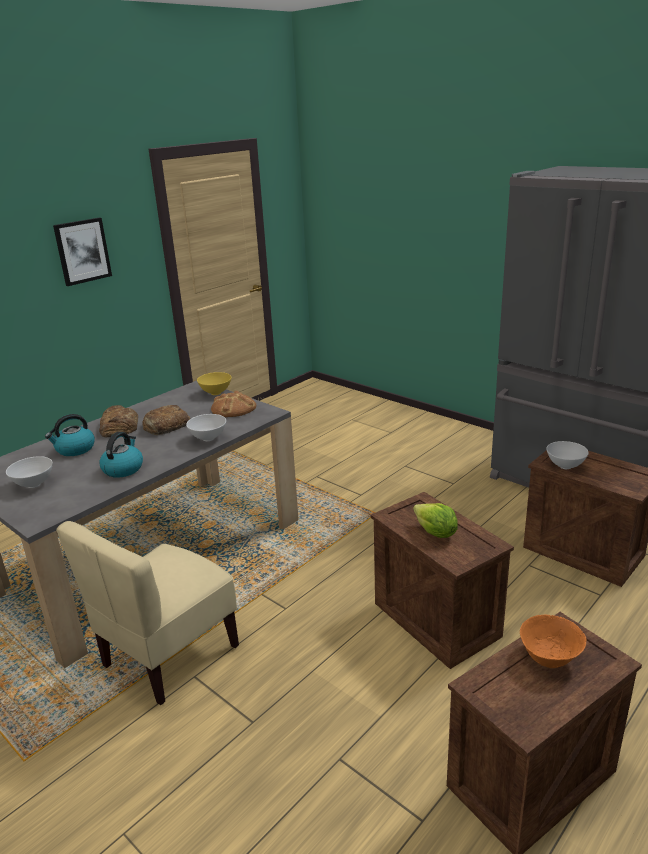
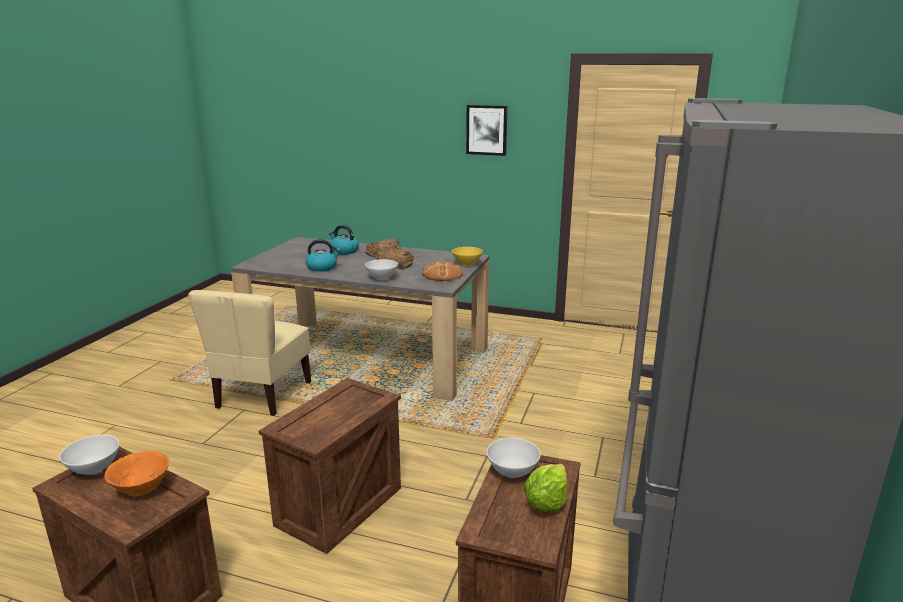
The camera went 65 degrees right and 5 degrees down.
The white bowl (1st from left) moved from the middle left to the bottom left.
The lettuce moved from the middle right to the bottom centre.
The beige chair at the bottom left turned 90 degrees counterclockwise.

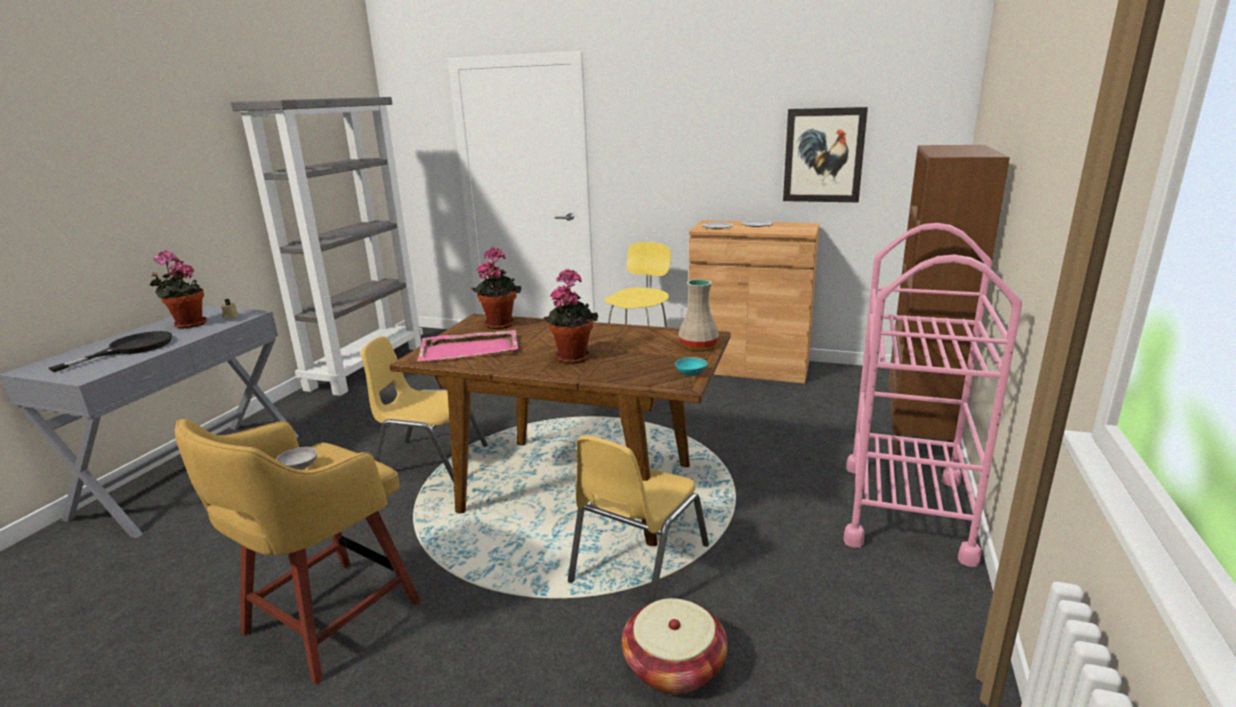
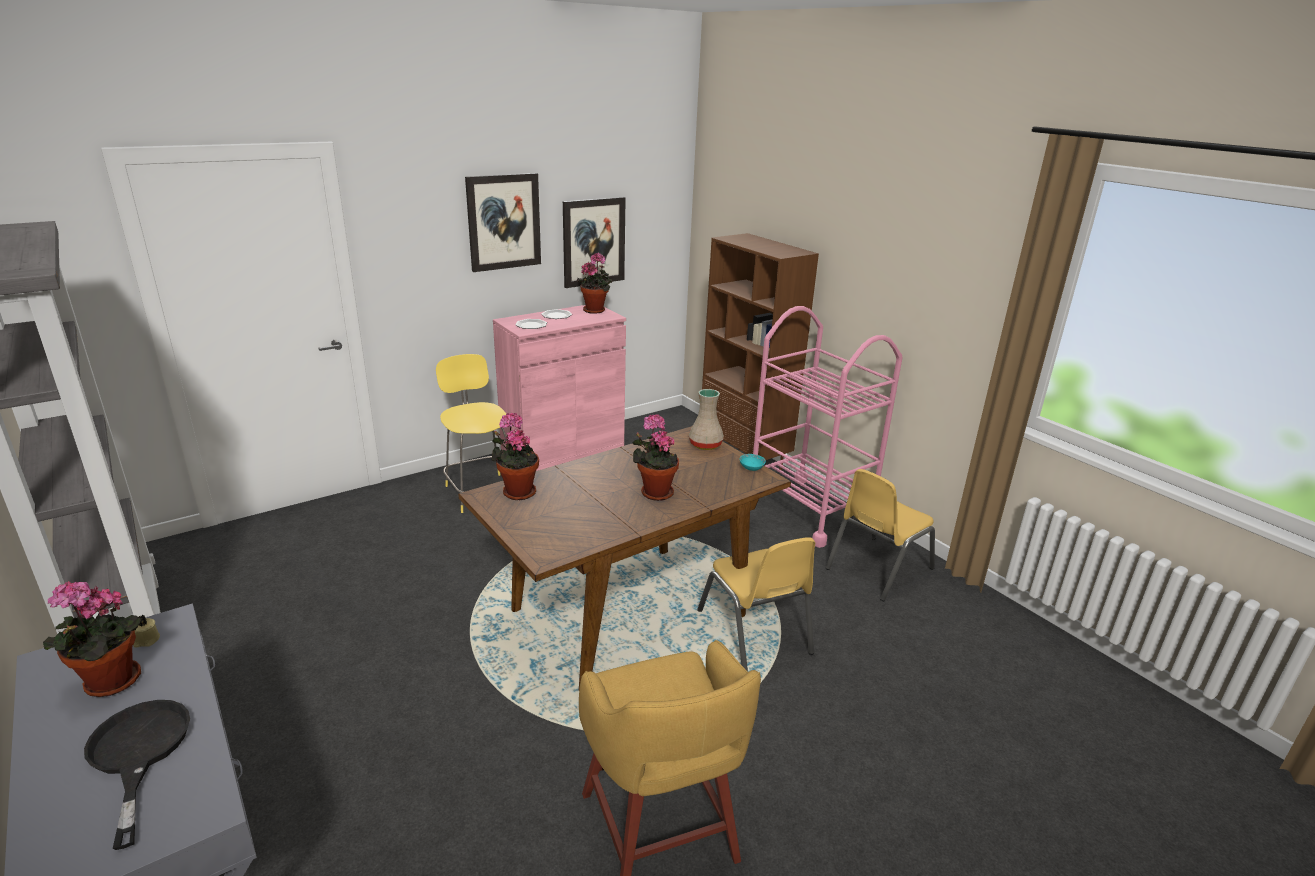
The camera went 55 degrees left and 5 degrees up.
The grey bowl at the middle left disappeared.
The pink tray at the centre disappeared.
The basket at the bottom centre disappeared.
The picture (1st from left) at the top centre appeared.
The potted plant (3rd from left) at the top centre appeared.
The yellow chair (1st from left in the first image) moved from the centre to the middle right.
The brown cabinet at the centre became the pink cabinet at the centre.

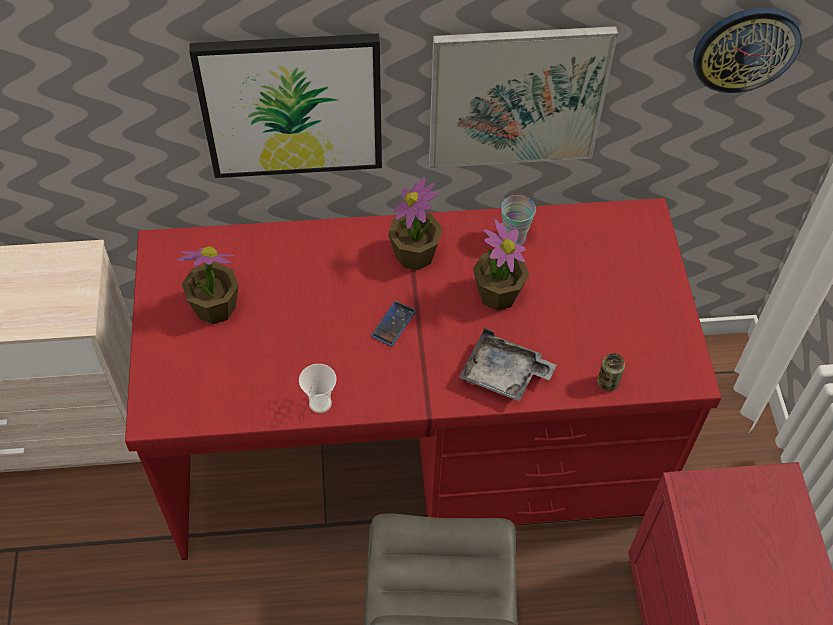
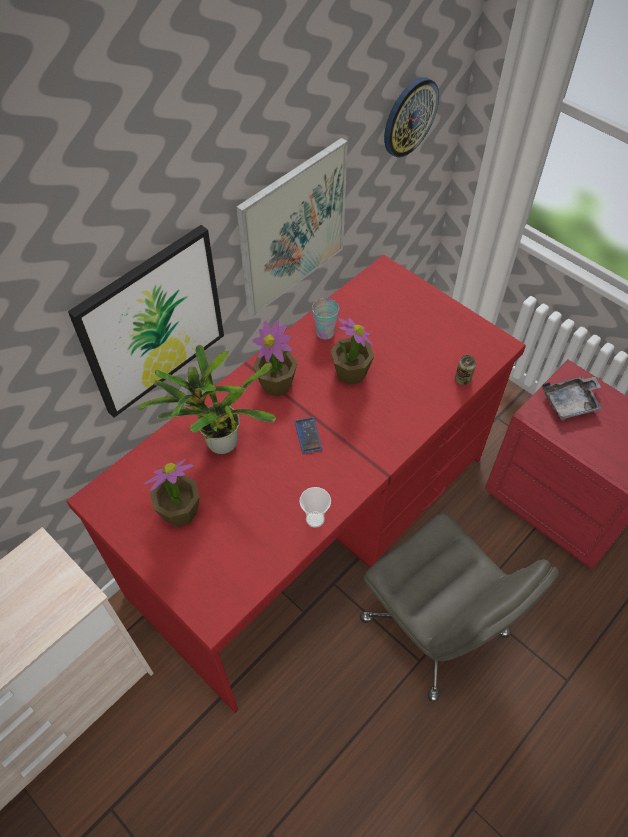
The camera went 40 degrees left and 0 degrees up.
The potted plant (2nd from left) at the middle left appeared.
The grey tray moved from the centre to the middle right.

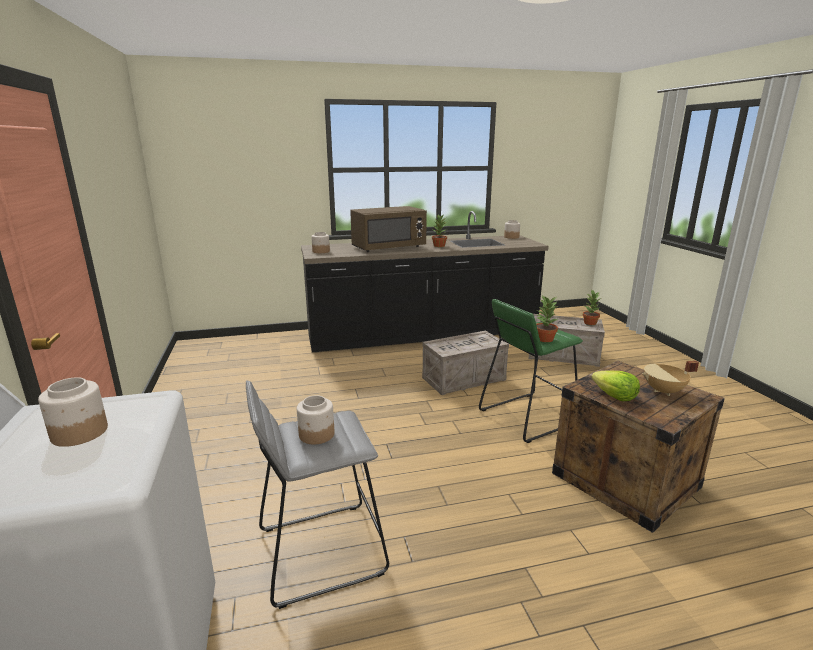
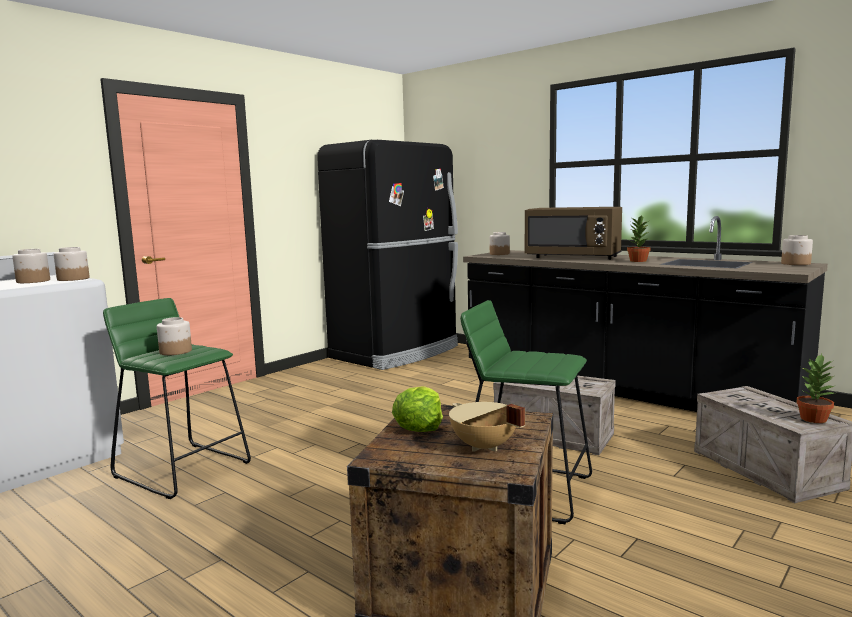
The camera went 55 degrees right and 10 degrees down.
The potted plant (2nd from left) at the middle right disappeared.
The jar (2nd from left) at the middle left appeared.
The black fridge at the centre appeared.
The grey stool at the bottom centre became the green stool (1st from left) at the middle left.

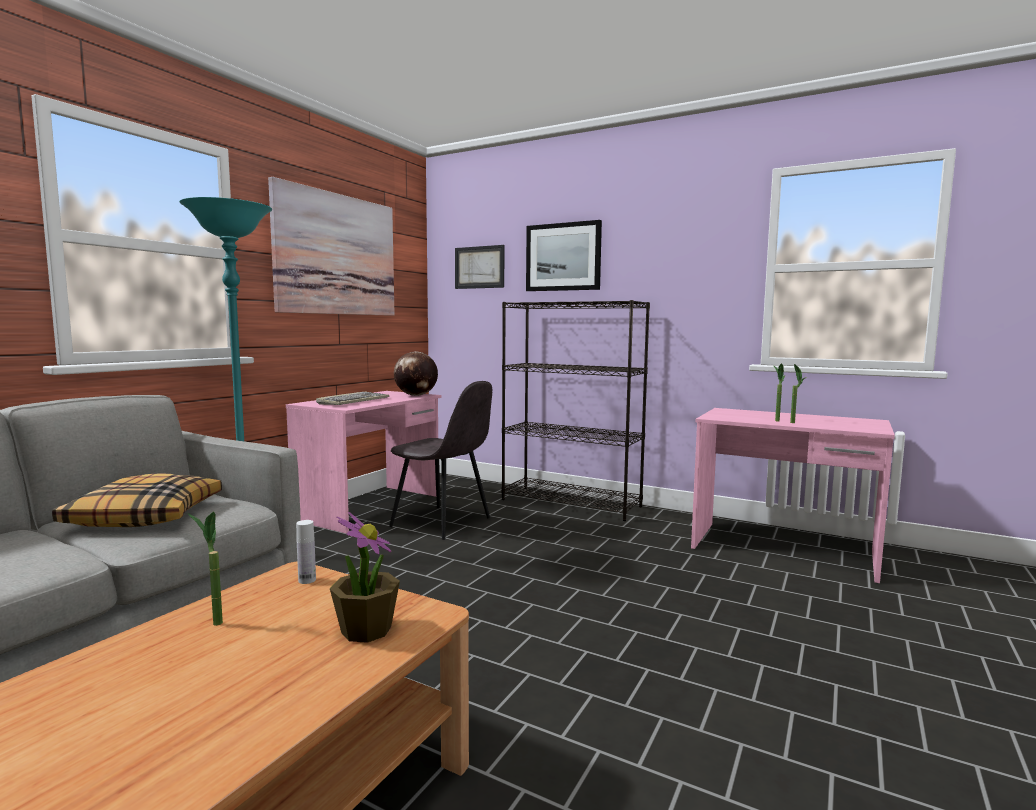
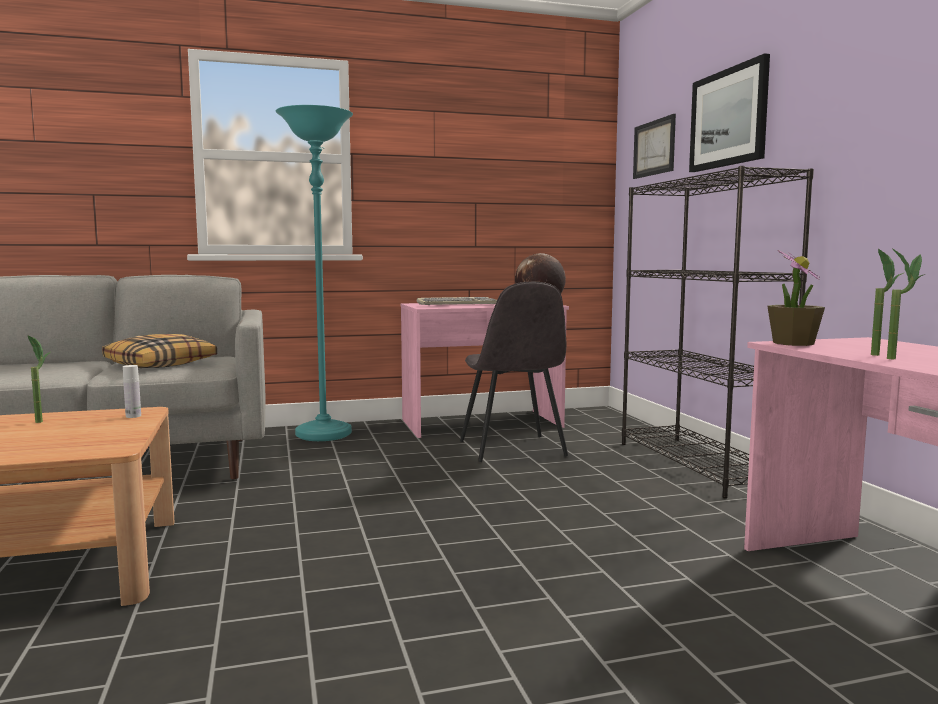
The camera went 45 degrees right and 0 degrees up.
The picture (1st from left) at the top left disappeared.
The potted plant (2nd from left) moved from the bottom centre to the middle right.

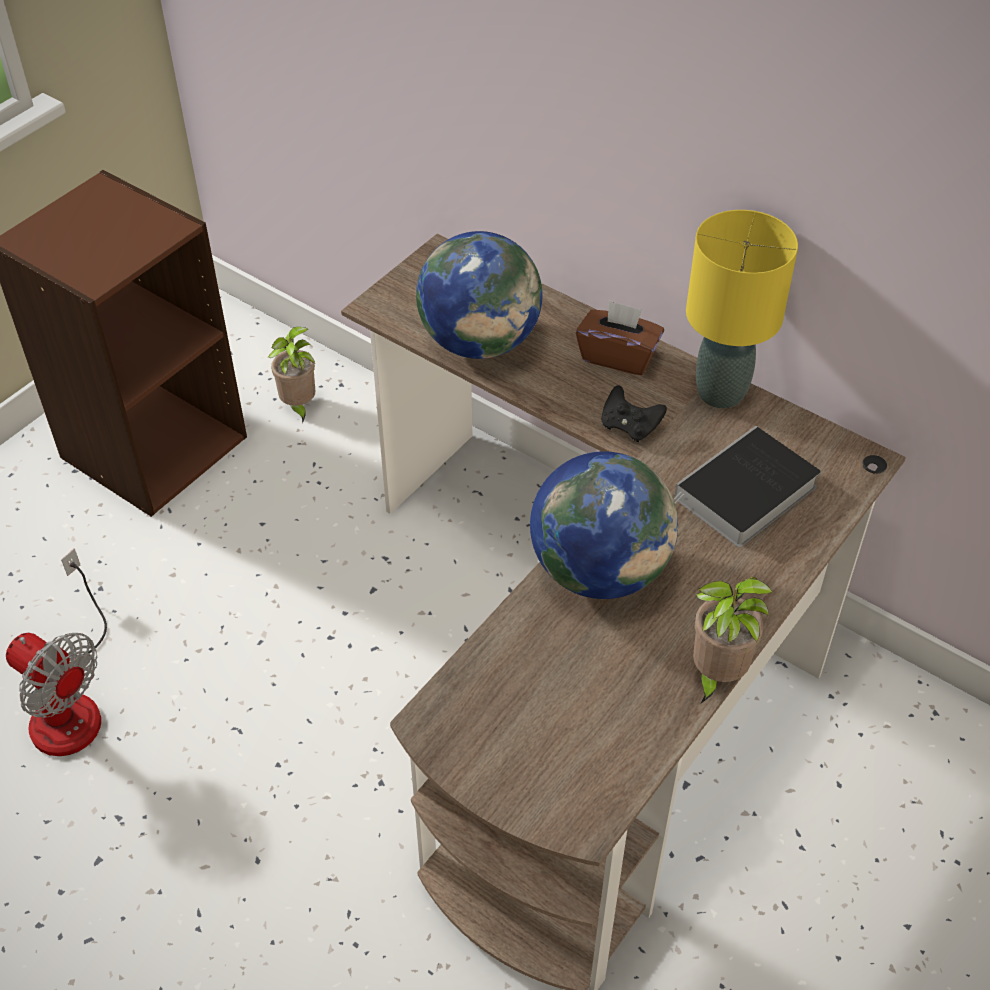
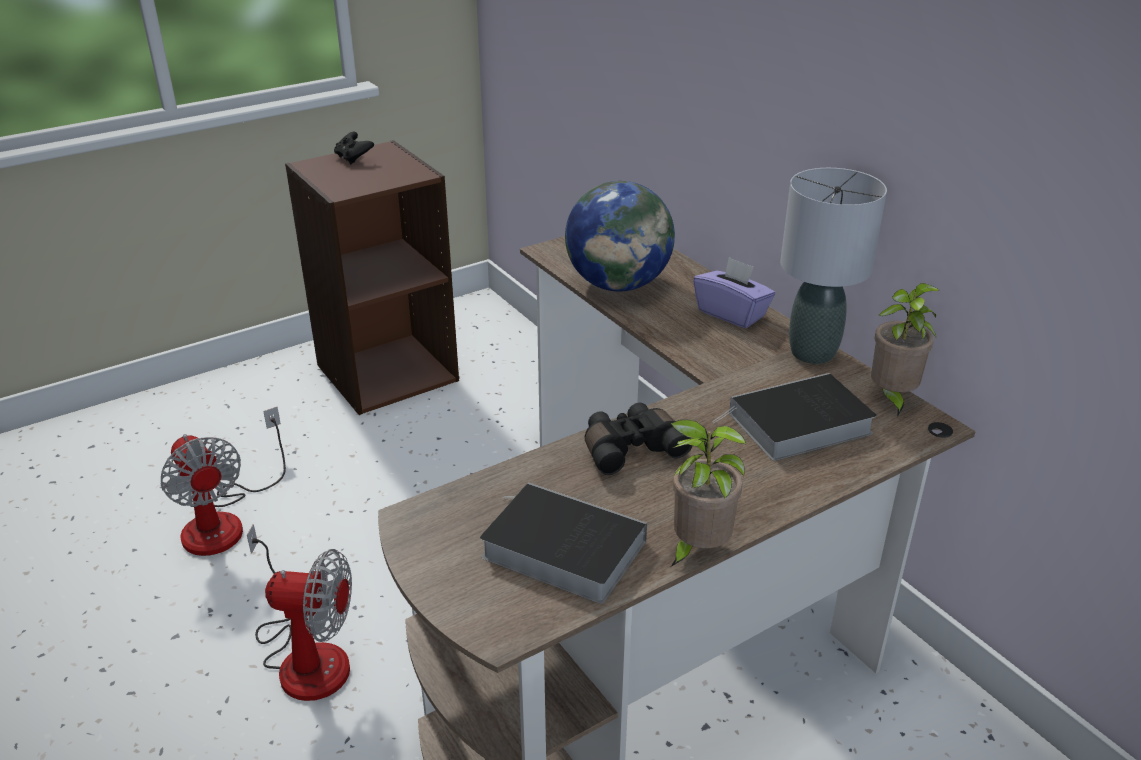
The camera went 20 degrees right and 15 degrees down.
The fan (2nd from left) at the bottom left appeared.
The book (1st from left) at the bottom centre appeared.
The potted plant (1st from left in the first image) moved from the middle left to the middle right.
The black game controller moved from the centre to the top left.
The globe (2nd from left) at the centre was replaced by the black binoculars at the centre.
The brown tissue box at the centre became the purple tissue box at the centre.
The yellow table lamp at the top right became the grey table lamp at the middle right.

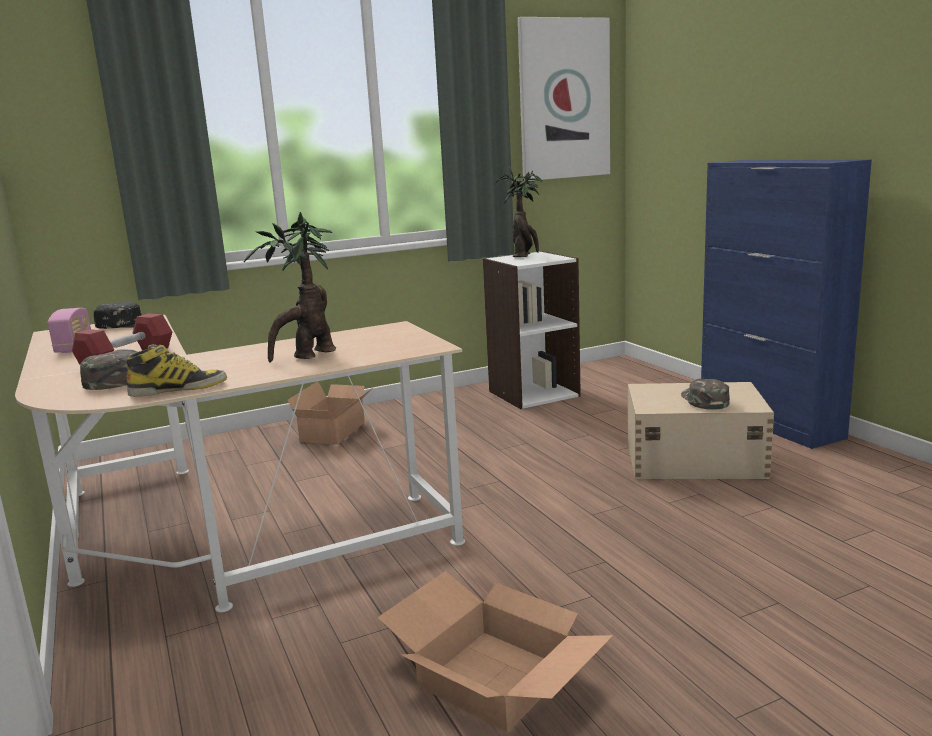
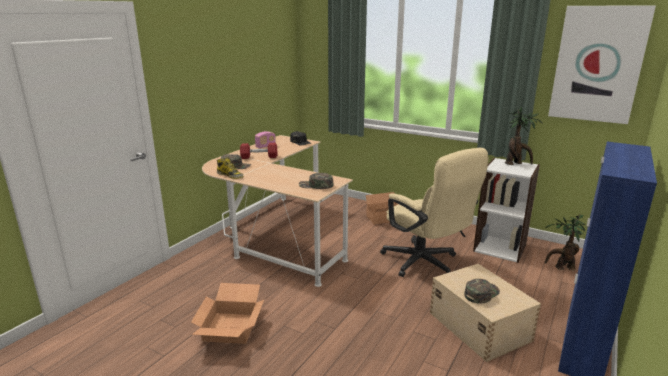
The camera went 55 degrees right and 5 degrees up.
The green cap (2nd from left) at the centre appeared.
The beige office chair at the centre appeared.
The potted plant (1st from left in the first image) moved from the middle left to the middle right.

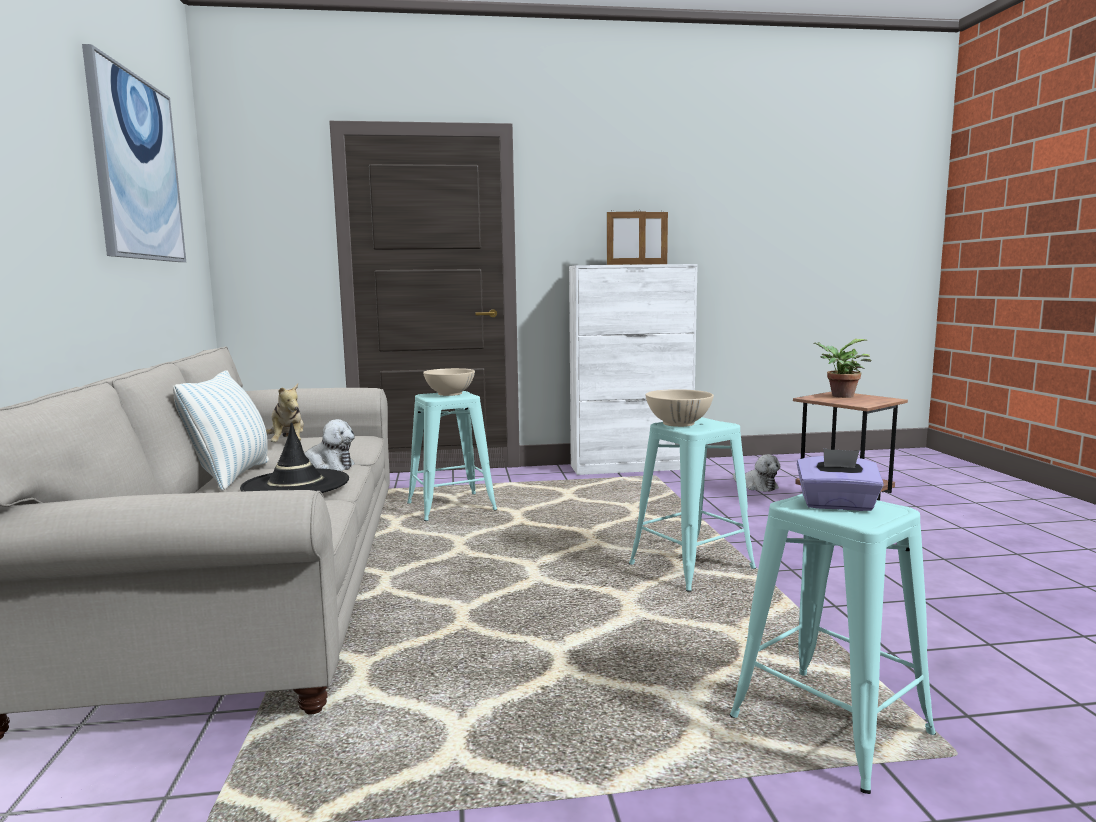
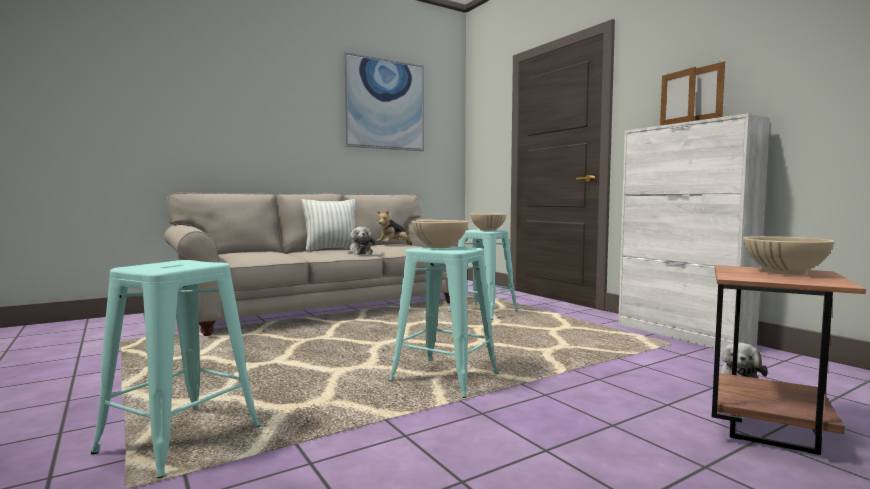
The camera went 65 degrees right and 5 degrees down.
The black hat at the middle left disappeared.
The purple tissue box at the middle right disappeared.
The potted plant at the middle right was replaced by the beige bowl (3rd from left) at the middle right.

